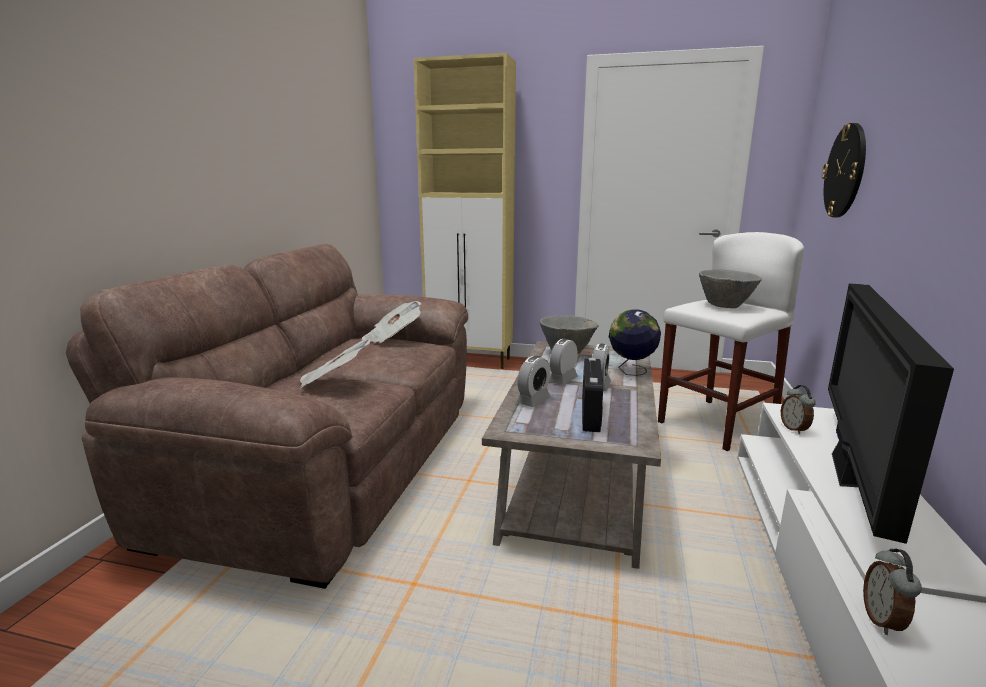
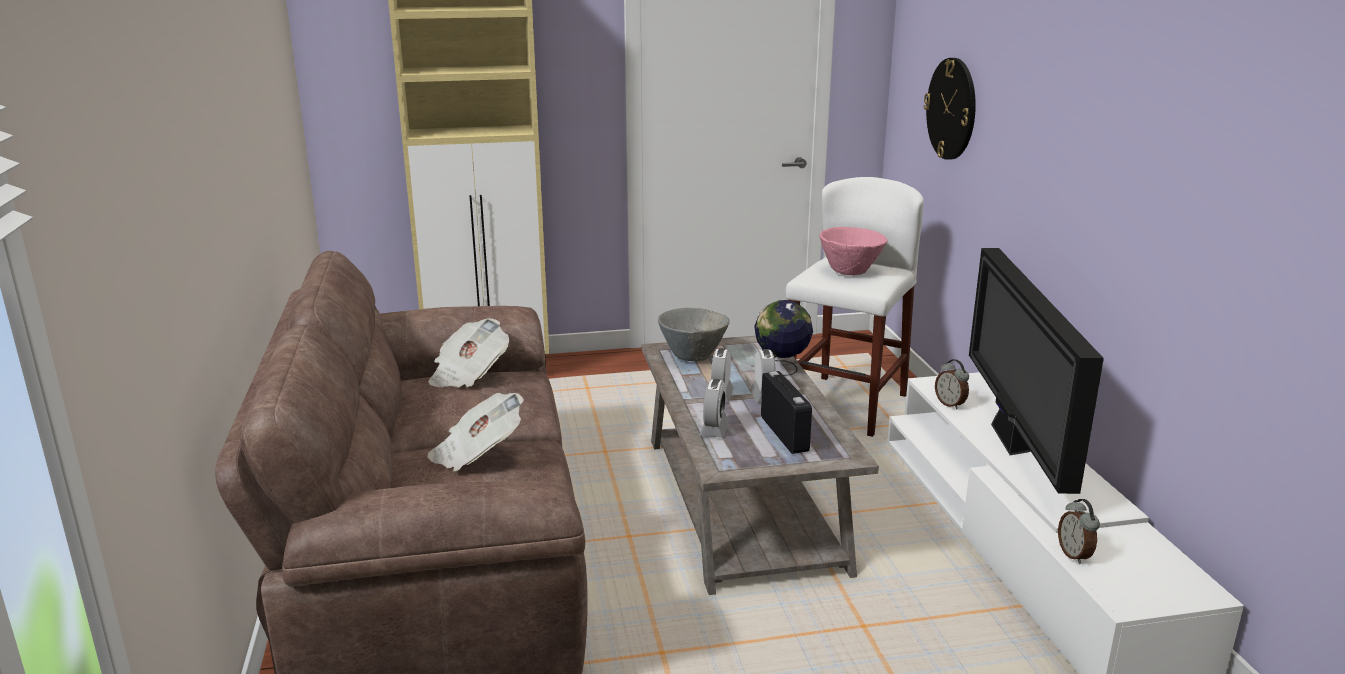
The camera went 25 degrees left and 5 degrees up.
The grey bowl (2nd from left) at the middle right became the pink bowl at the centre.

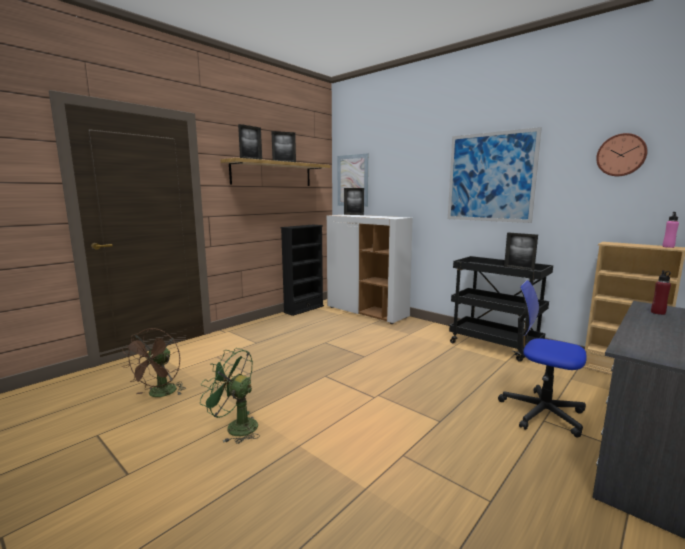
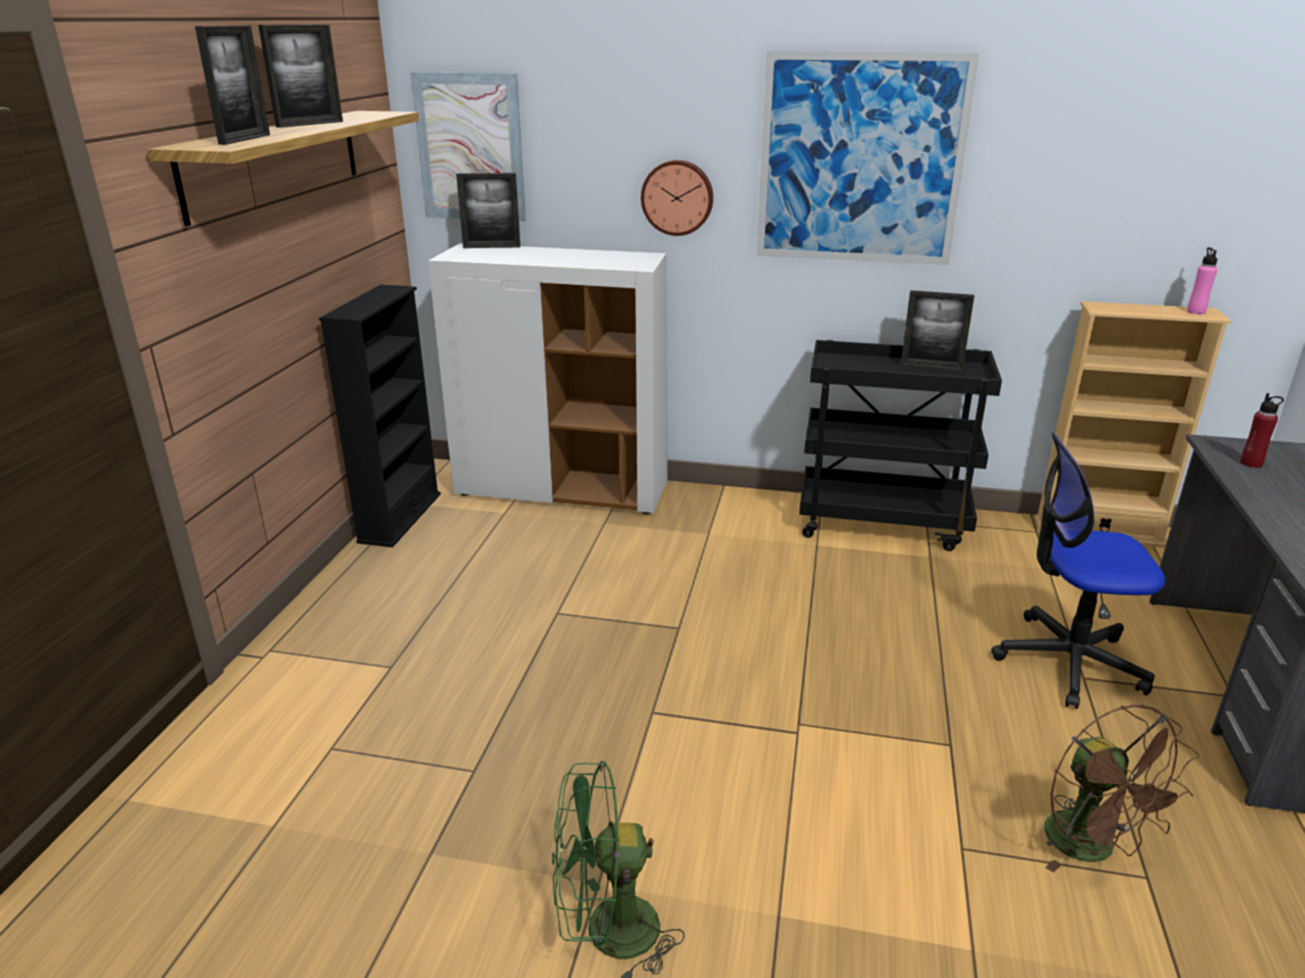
The camera went 30 degrees left and 15 degrees up.
The brown fan moved from the middle left to the bottom right.
The wall clock moved from the top right to the top centre.

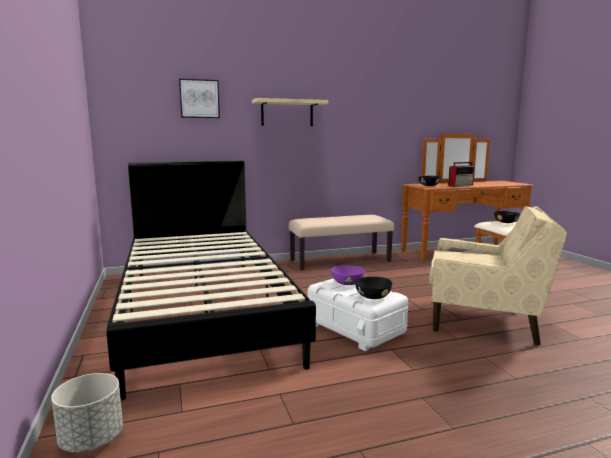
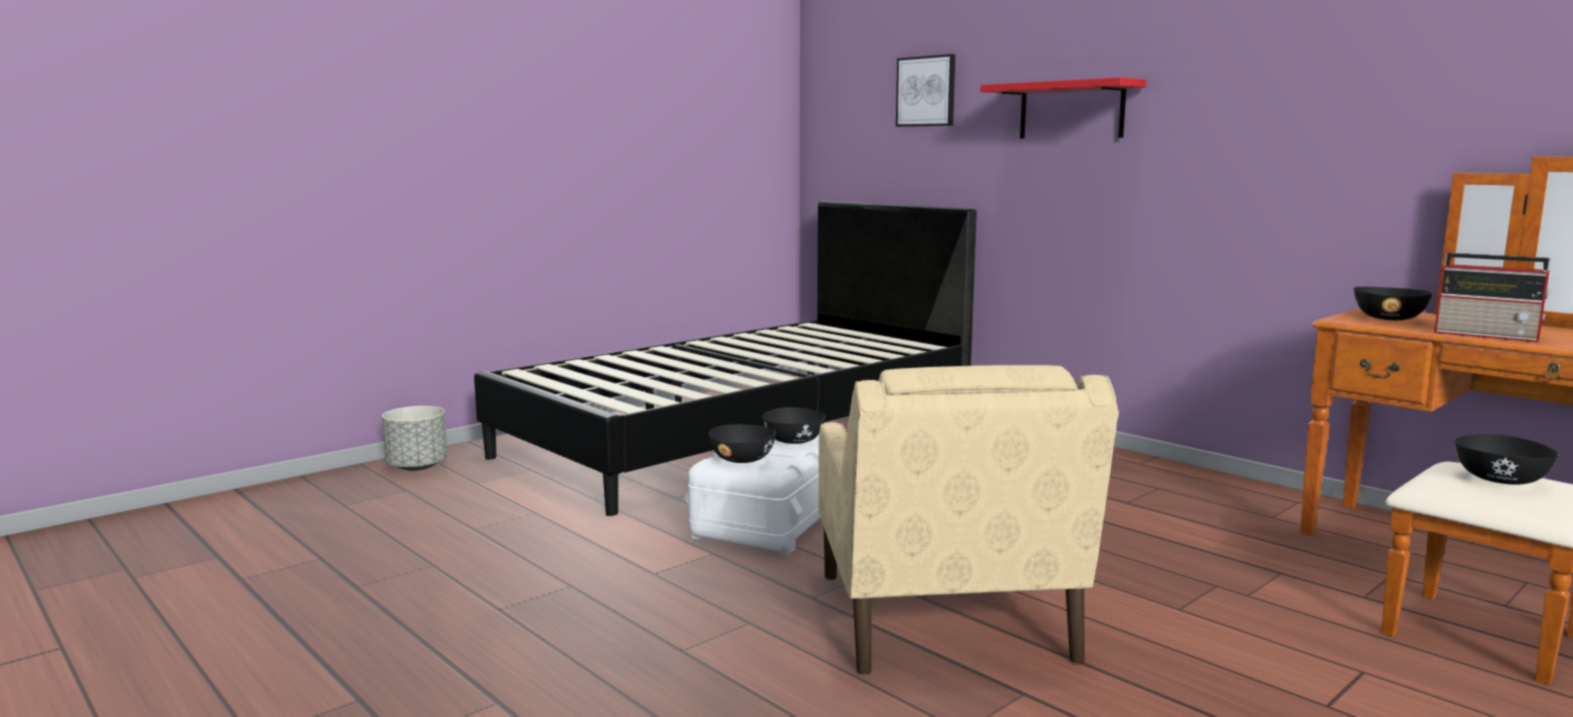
The camera went 65 degrees right and 0 degrees up.
The beige bench at the centre disappeared.
The beige shelf at the top centre became the red shelf at the top right.
The purple bowl at the centre became the black bowl (2nd from left) at the centre.

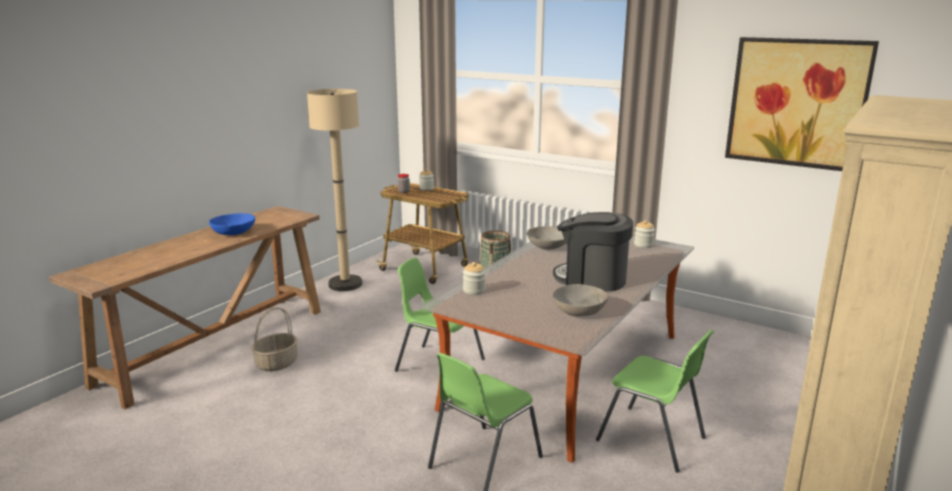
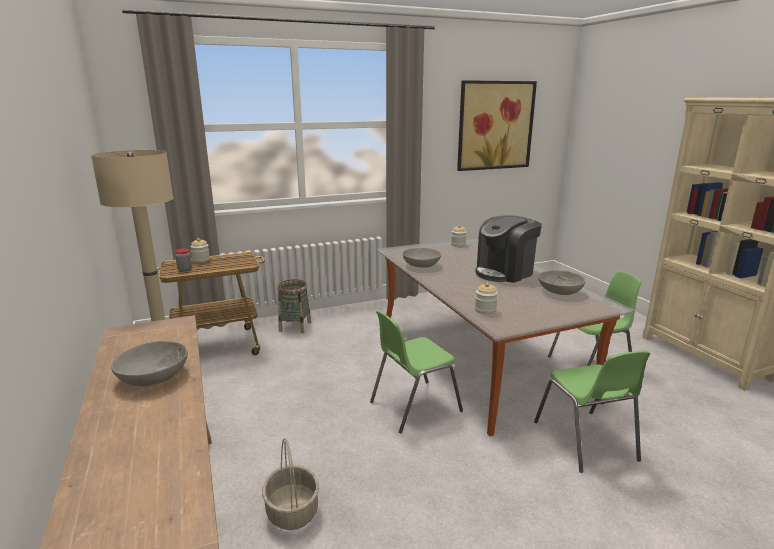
The camera went 55 degrees left and 0 degrees up.
The blue bowl at the middle left became the grey bowl (1st from left) at the middle left.

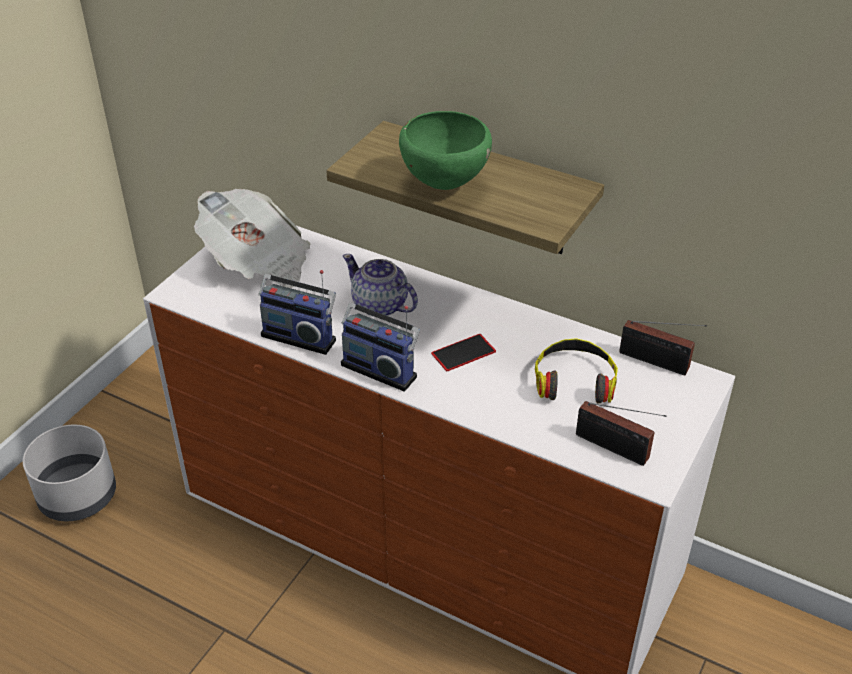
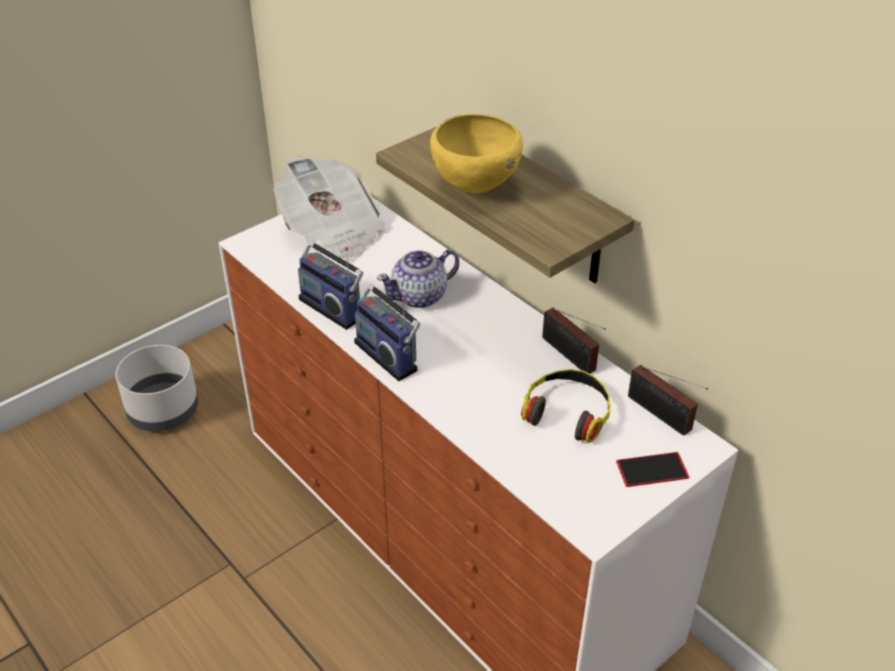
The camera went 20 degrees right and 0 degrees up.
The phone moved from the centre to the bottom right.
The radio (3rd from left) moved from the middle right to the centre.
The green bowl at the top centre became the yellow bowl at the top centre.
The teapot at the centre turned 90 degrees counterclockwise.

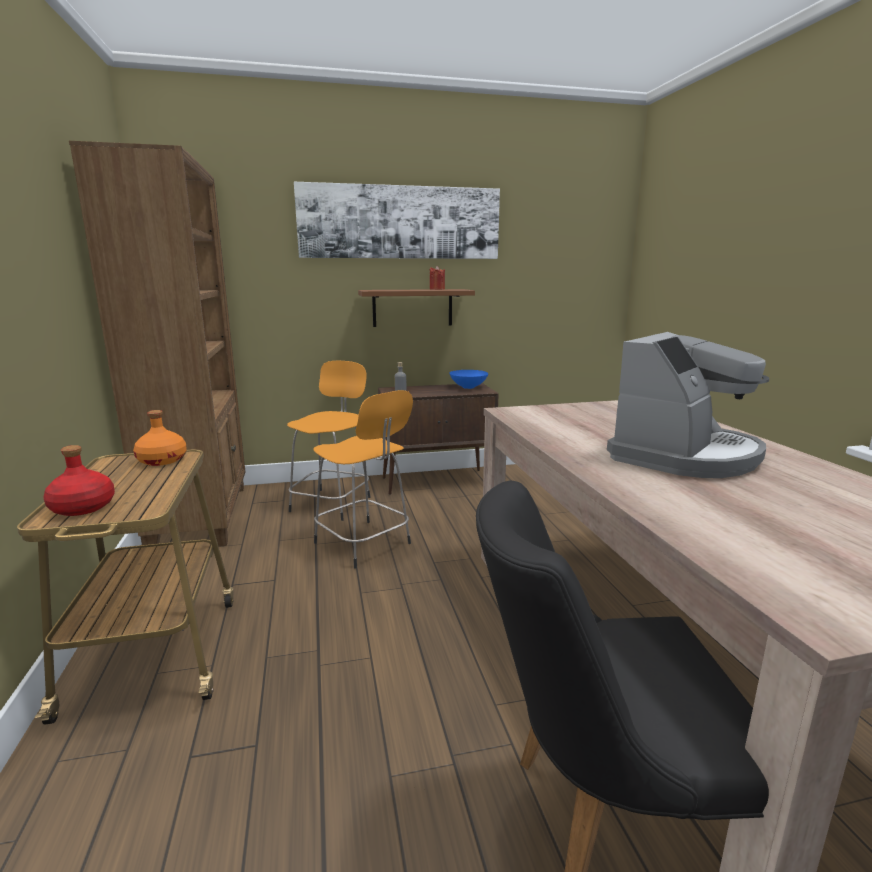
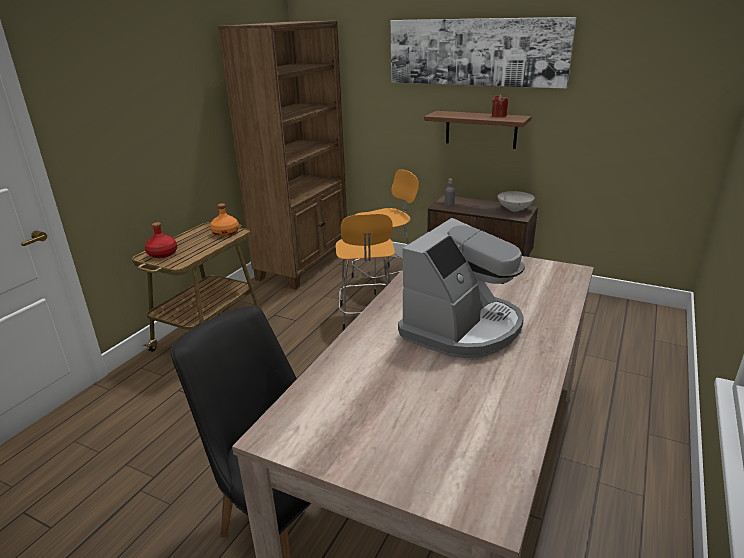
The camera went 40 degrees right and 10 degrees up.
The blue bowl at the centre became the white bowl at the middle right.
The coffee machine at the middle right turned 45 degrees counterclockwise.

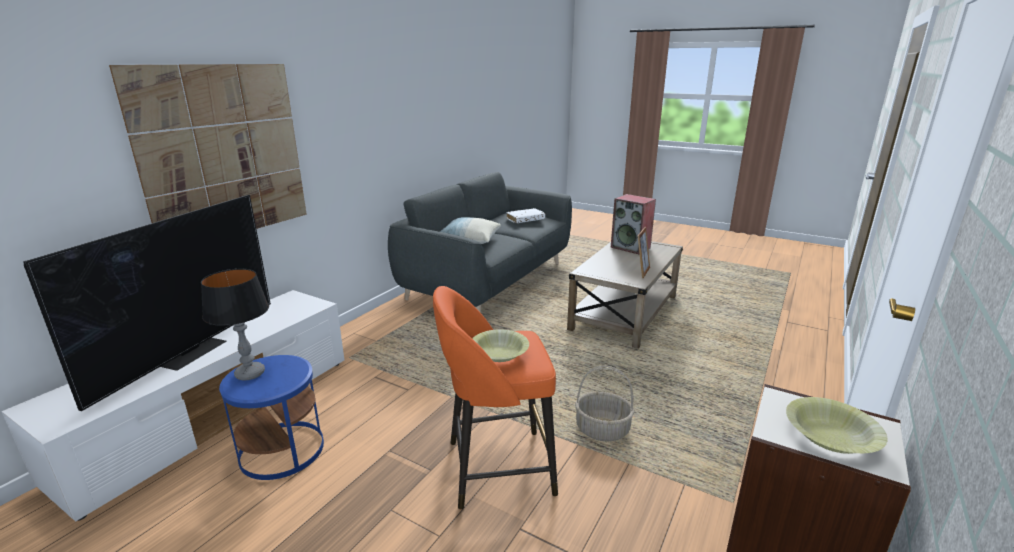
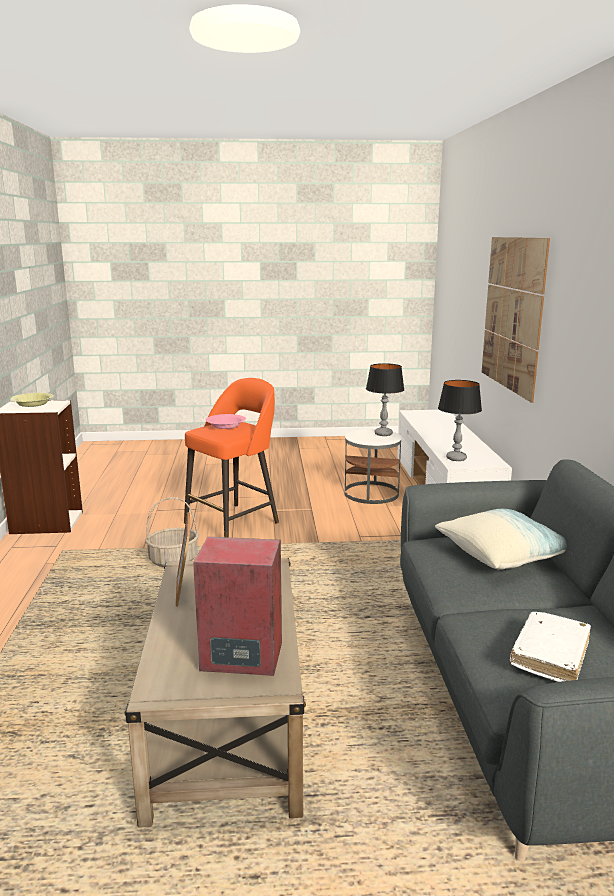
The camera went 145 degrees right and 5 degrees down.
The television at the middle left disappeared.
The table lamp (2nd from left) at the middle right appeared.
The blue side table at the bottom left became the white side table at the centre.
The yellow bowl (1st from left) at the centre became the pink bowl at the centre.

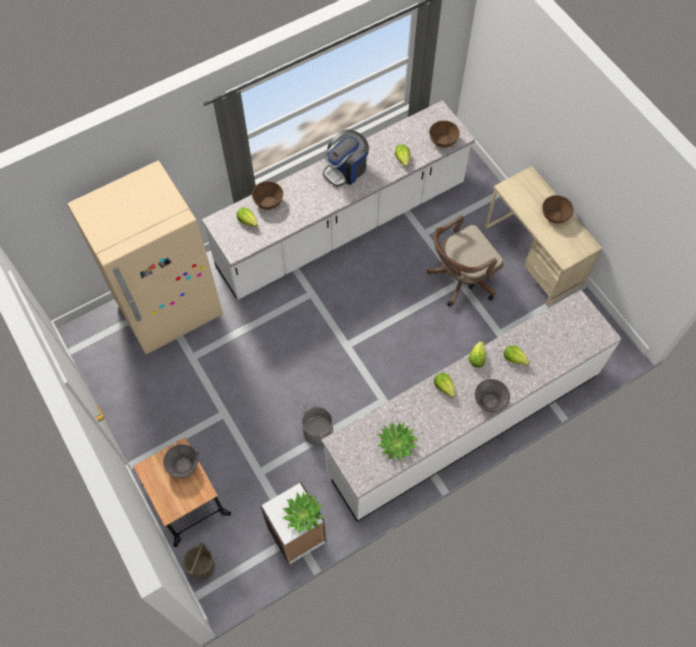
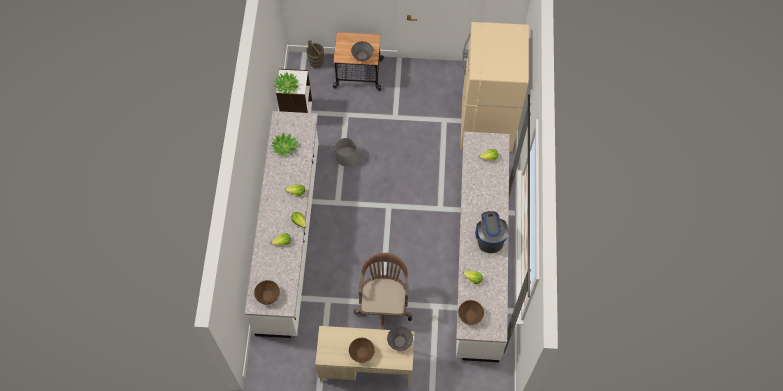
The camera went 125 degrees right and 0 degrees up.
The brown bowl (1st from left) moved from the top centre to the bottom centre.
The grey bowl (2nd from left) moved from the middle right to the bottom centre.

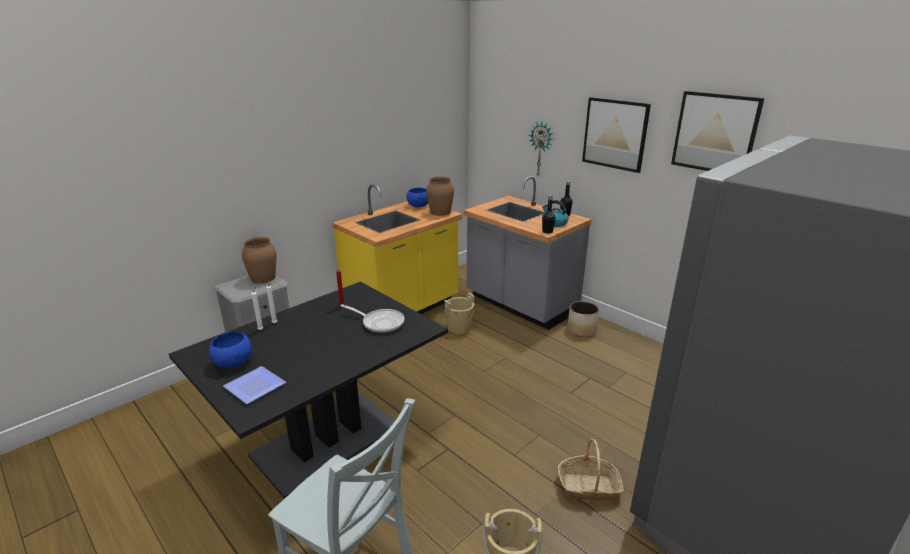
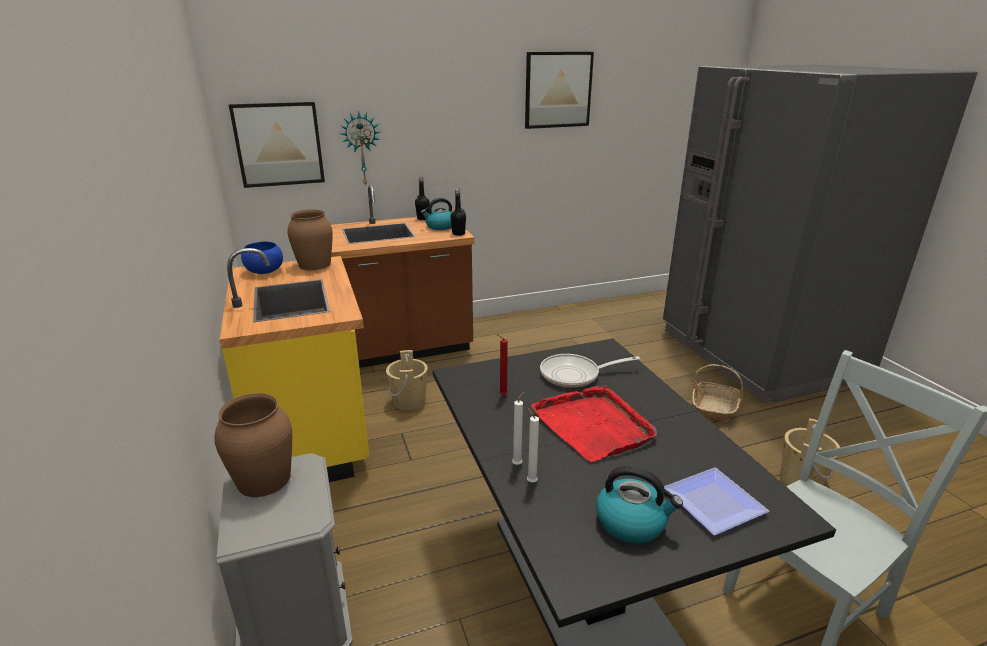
The camera went 65 degrees left and 0 degrees up.
The planter at the centre disappeared.
The red tray at the centre appeared.
The picture (1st from left) moved from the top right to the top left.
The blue bowl (1st from left) at the middle left was replaced by the kettle (2nd from left) at the bottom centre.
The grey counter at the centre became the brown counter at the centre.
The frying pan at the centre turned 150 degrees counterclockwise.

